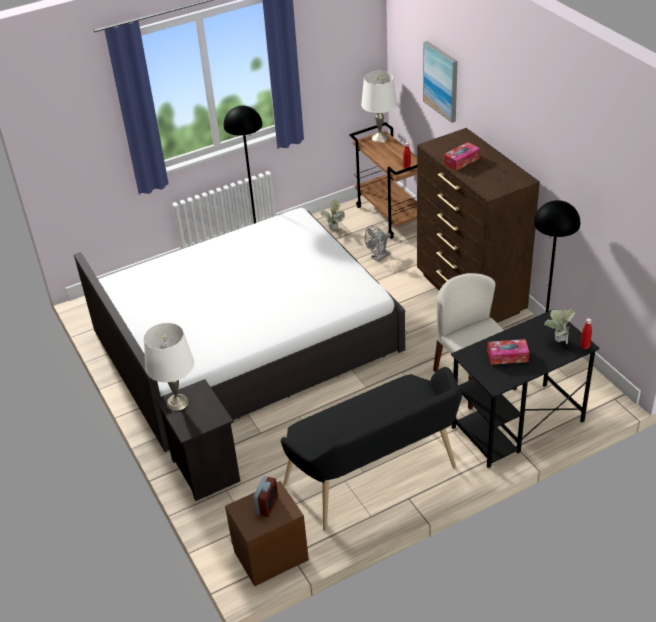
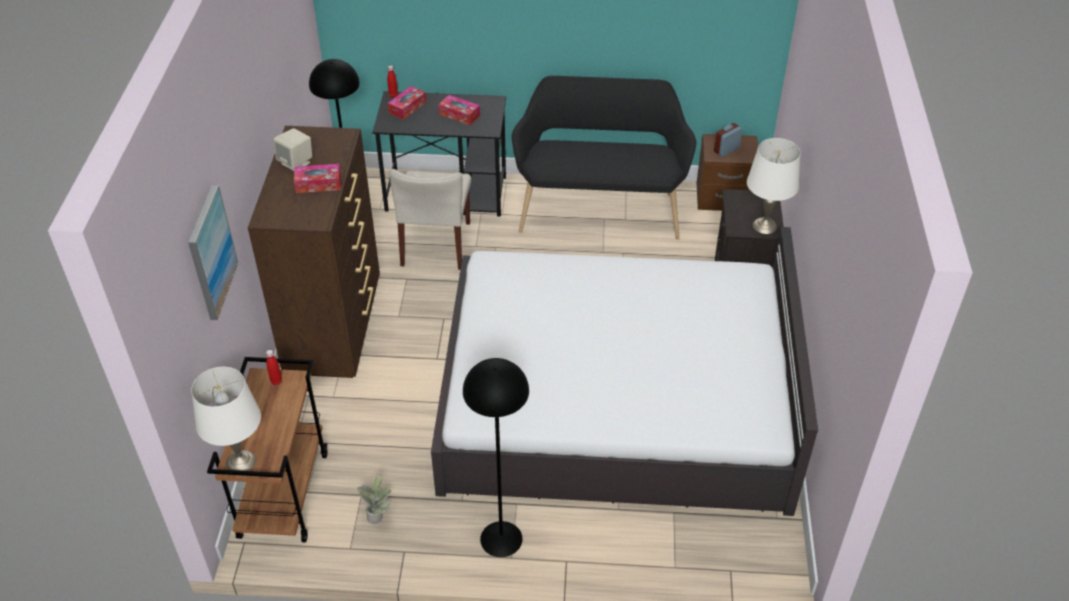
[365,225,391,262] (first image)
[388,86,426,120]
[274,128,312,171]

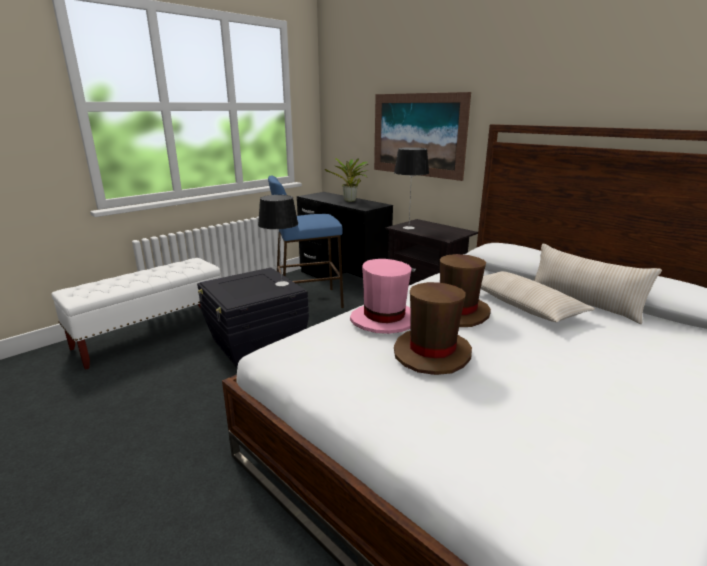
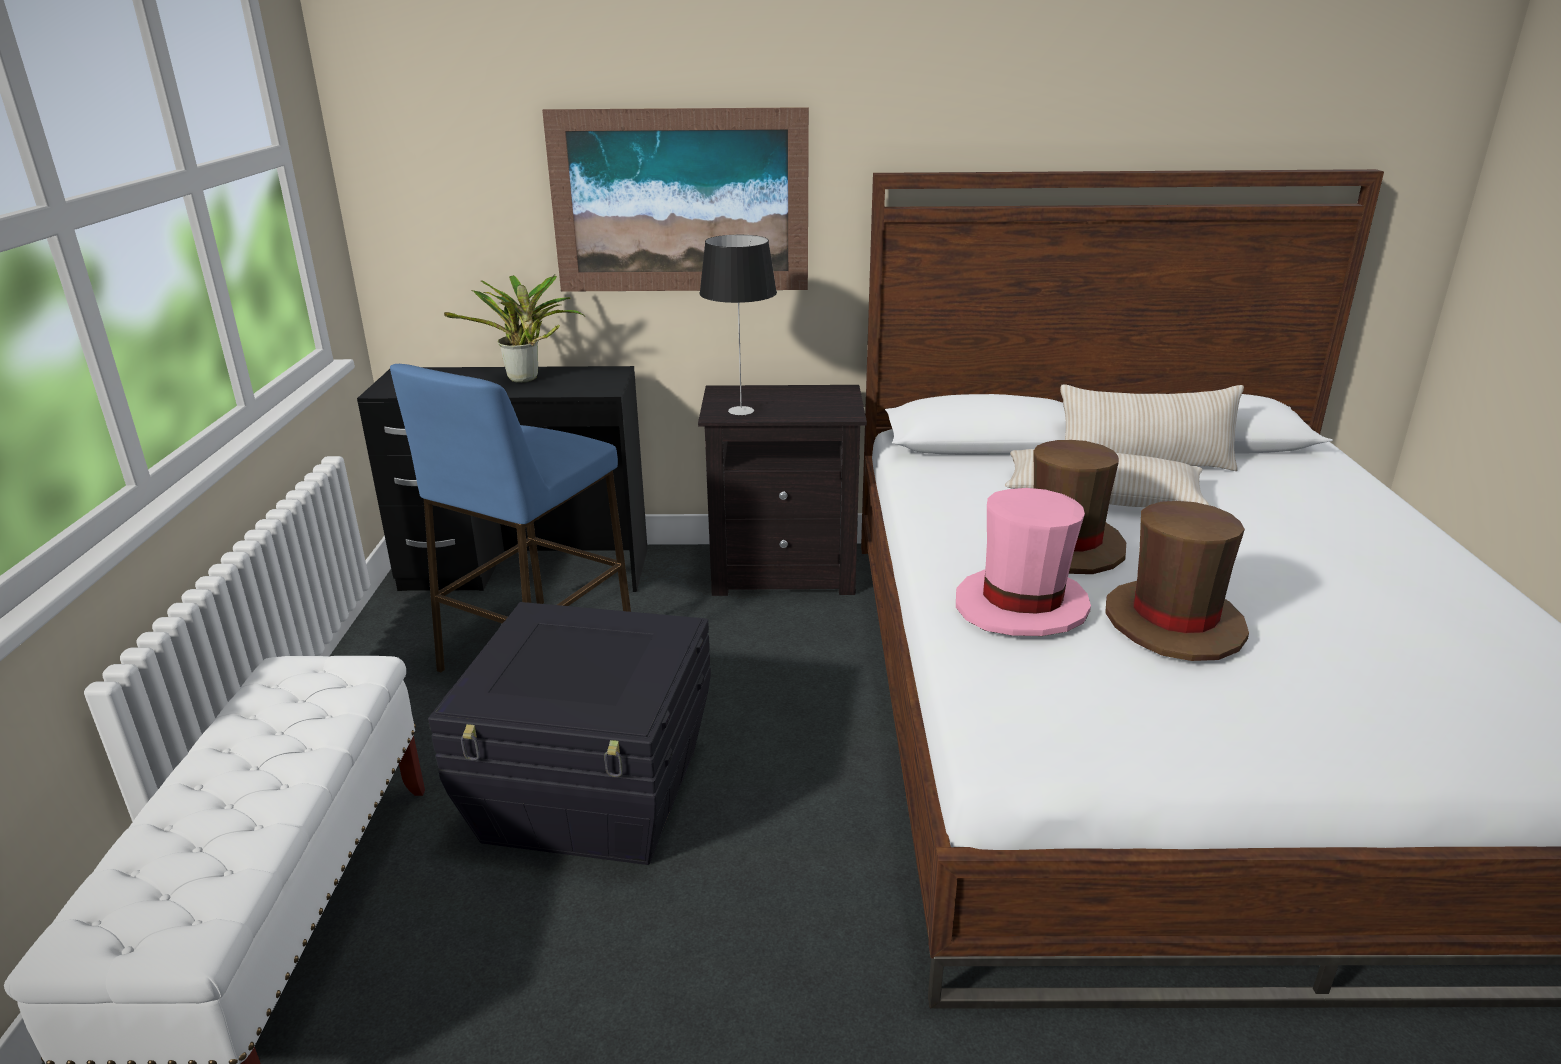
[258,195,298,286] (first image)

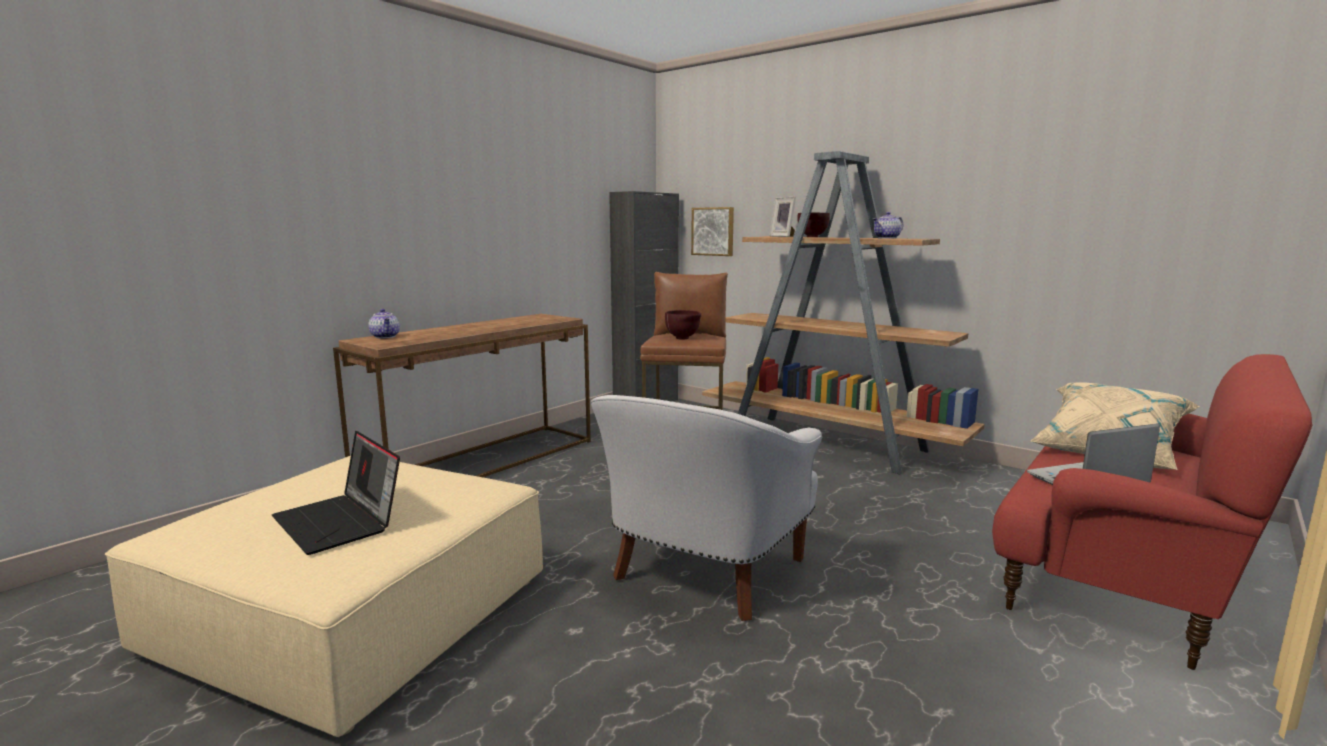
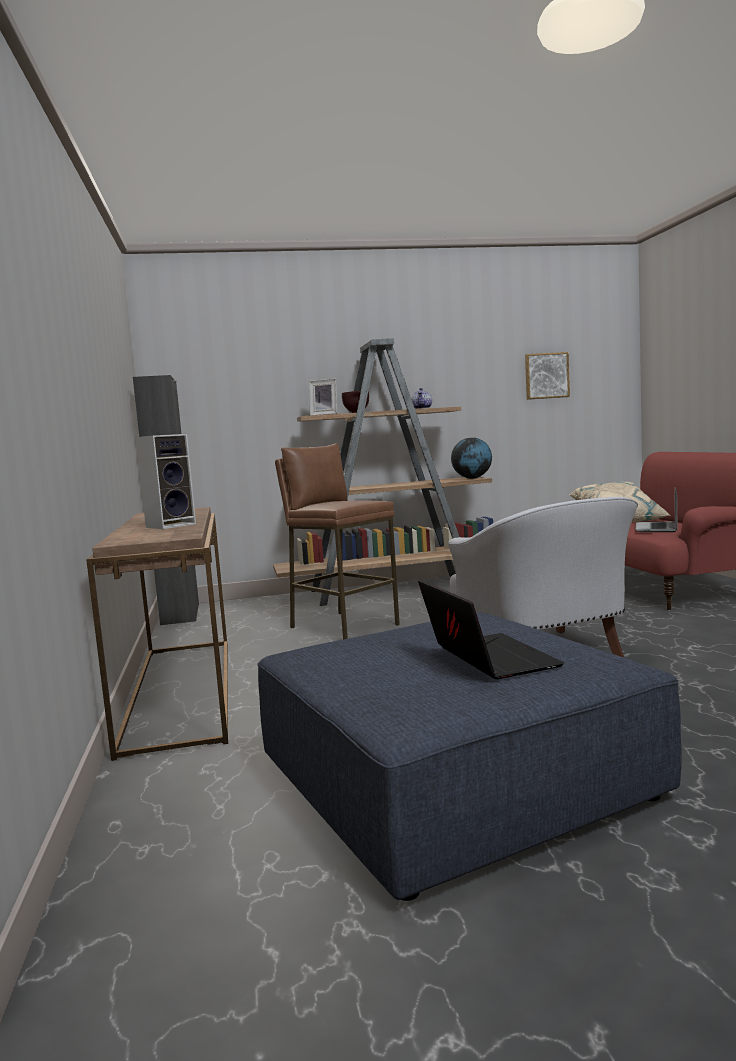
[258,612,681,901]
[418,580,564,680]
[369,309,400,338] (first image)
[665,310,701,340] (first image)
[525,352,570,400]
[136,434,196,529]
[451,438,492,479]

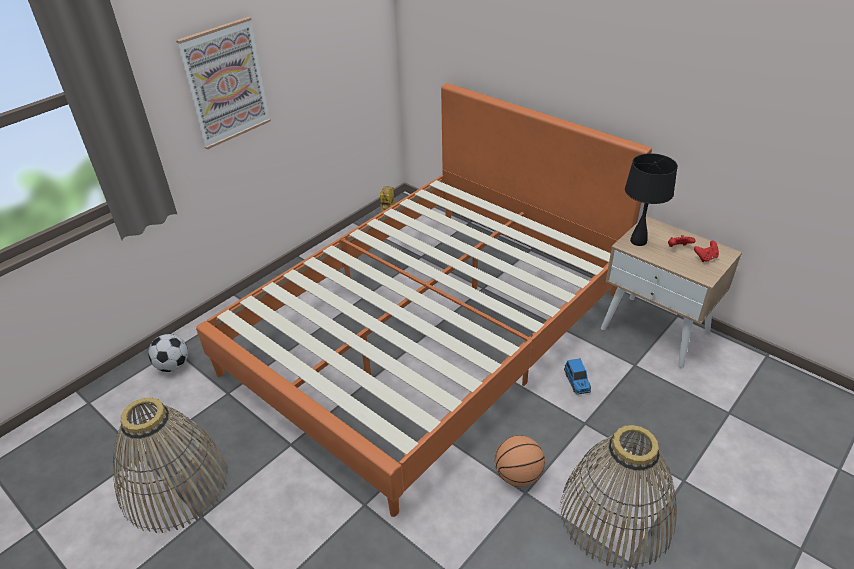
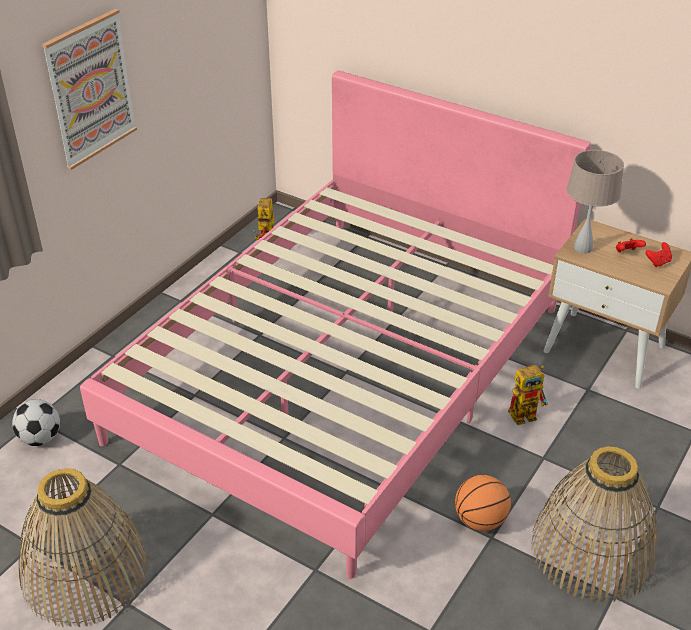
[80,70,591,579]
[508,365,548,425]
[567,150,624,254]

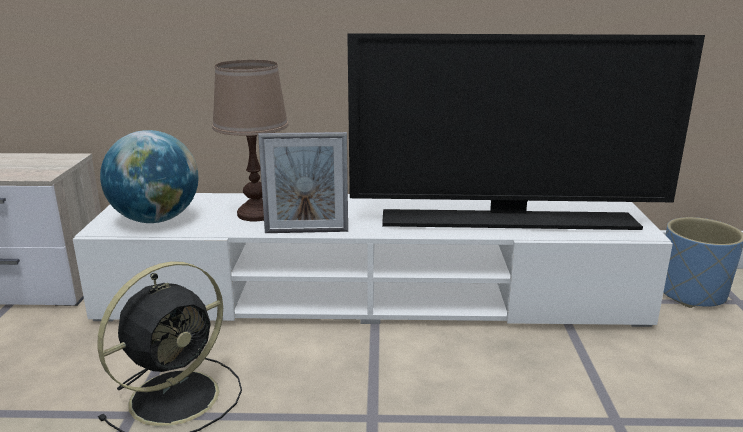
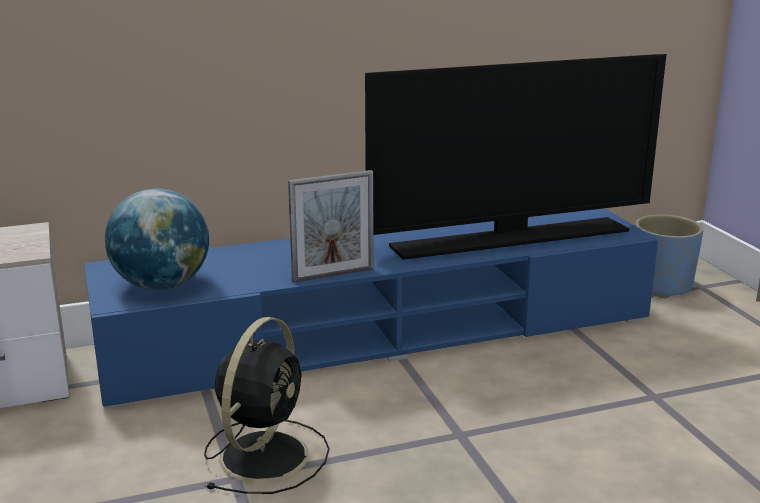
[84,208,658,409]
[212,60,289,221] (first image)

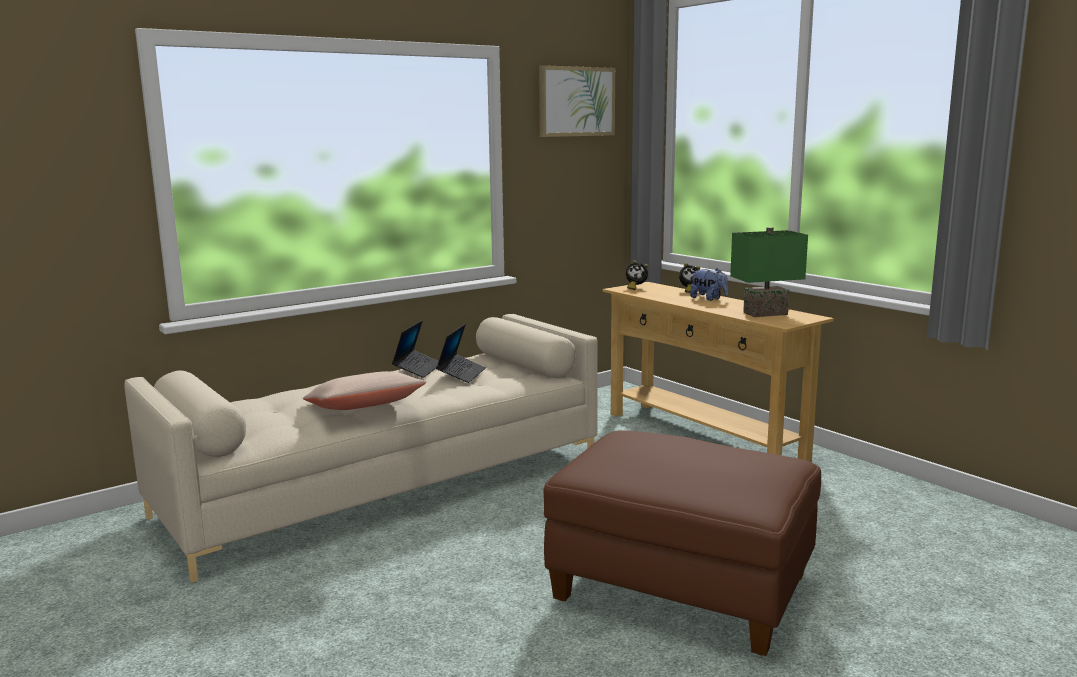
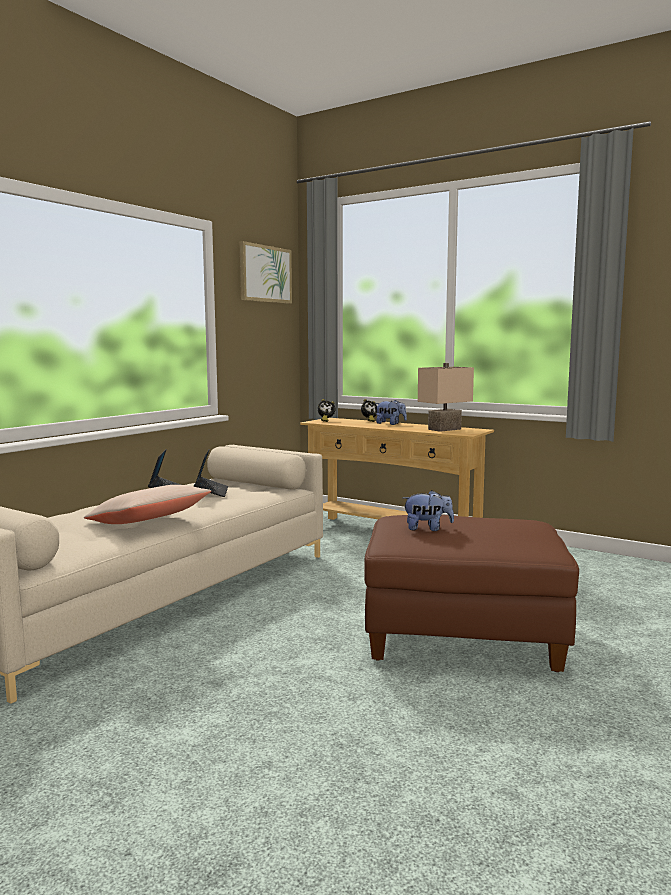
[418,363,474,432]
[403,490,454,531]

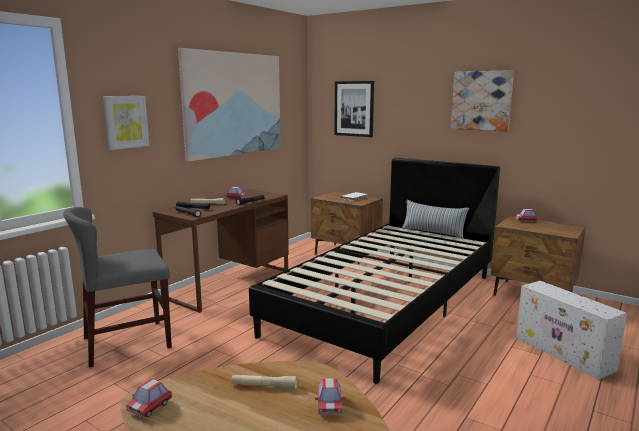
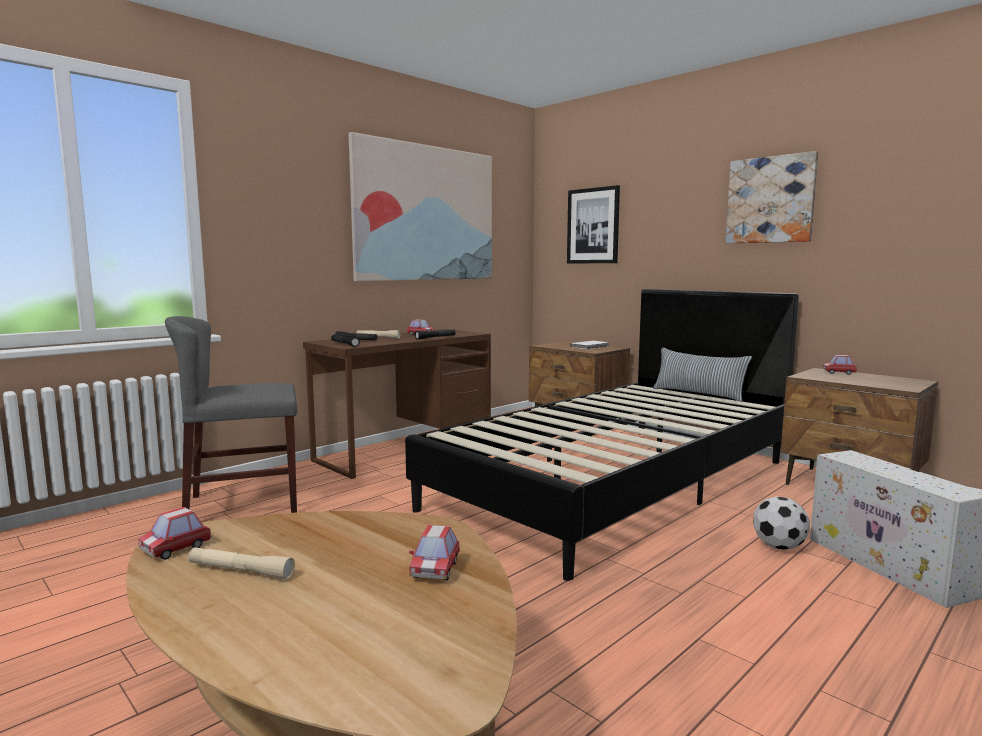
[103,96,150,150] (first image)
[188,547,295,580]
[753,497,810,550]

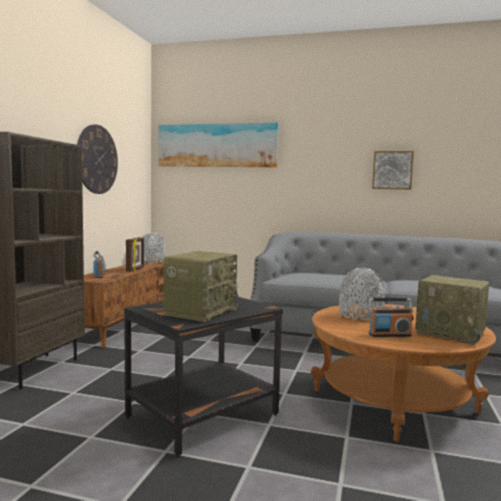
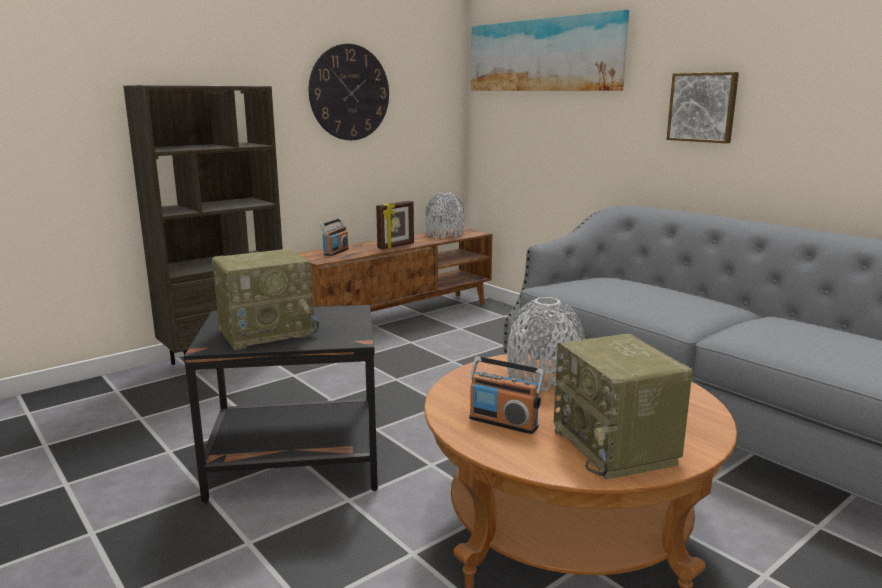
[667,72,739,143]

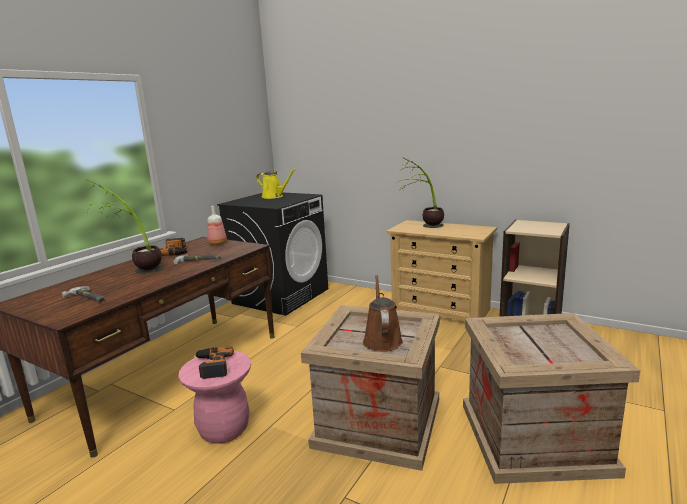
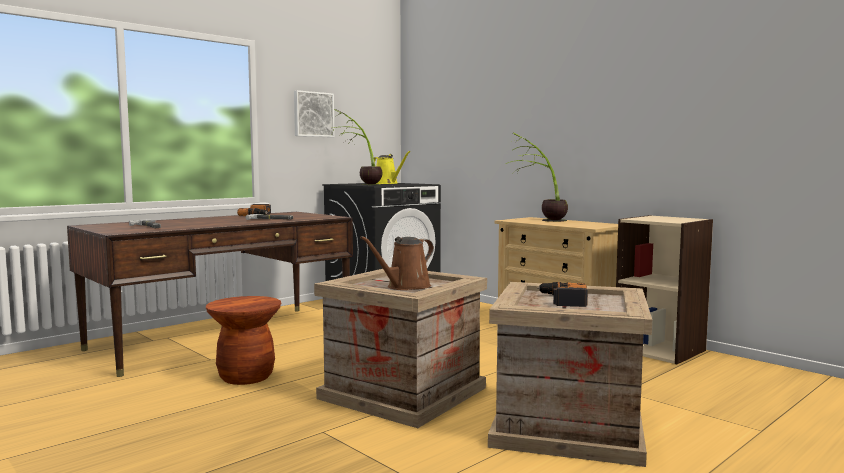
[334,109,382,185]
[206,296,281,385]
[537,282,588,307]
[207,206,227,245] (first image)
[360,236,434,290]
[294,90,335,137]

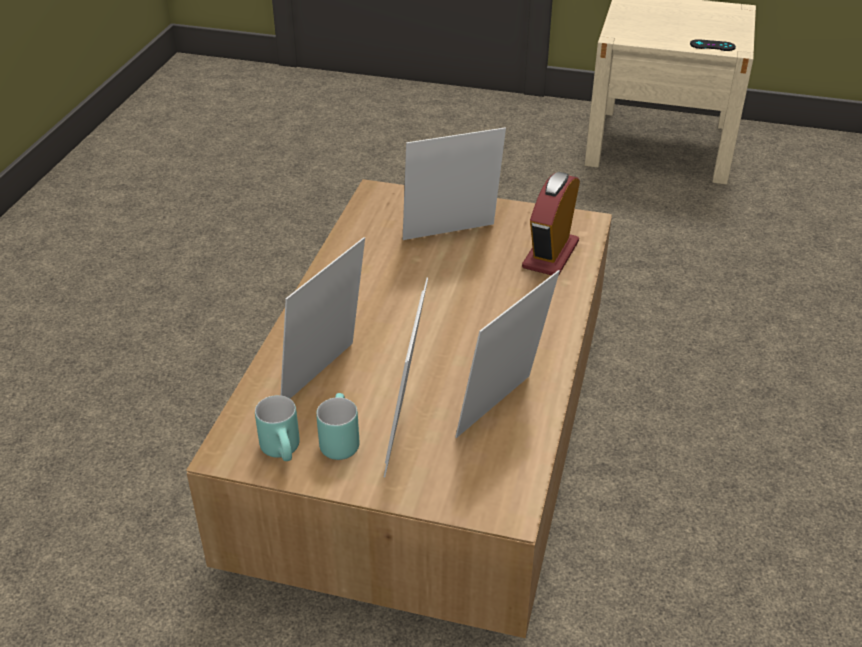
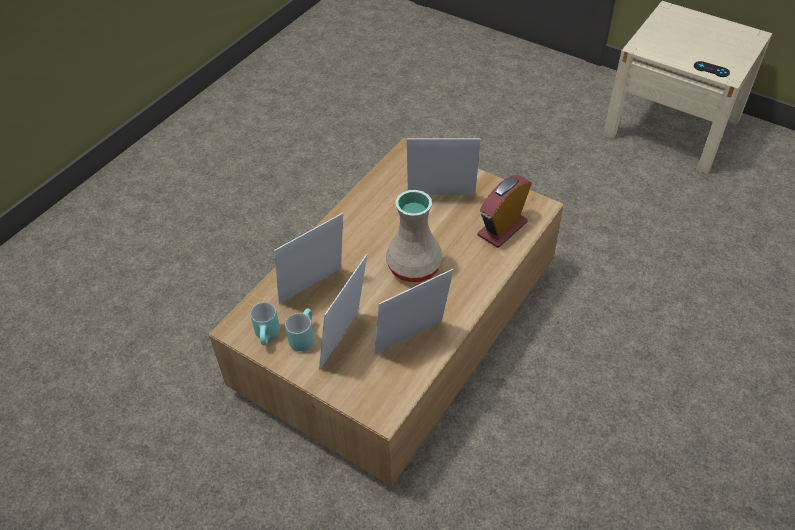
[386,190,443,282]

